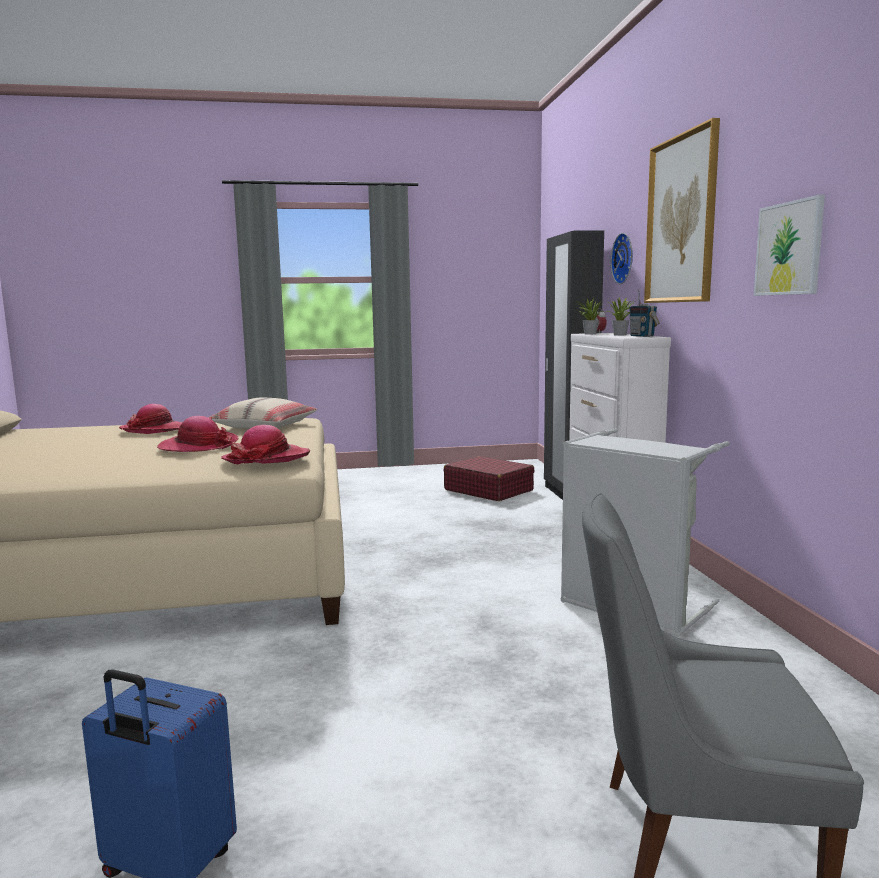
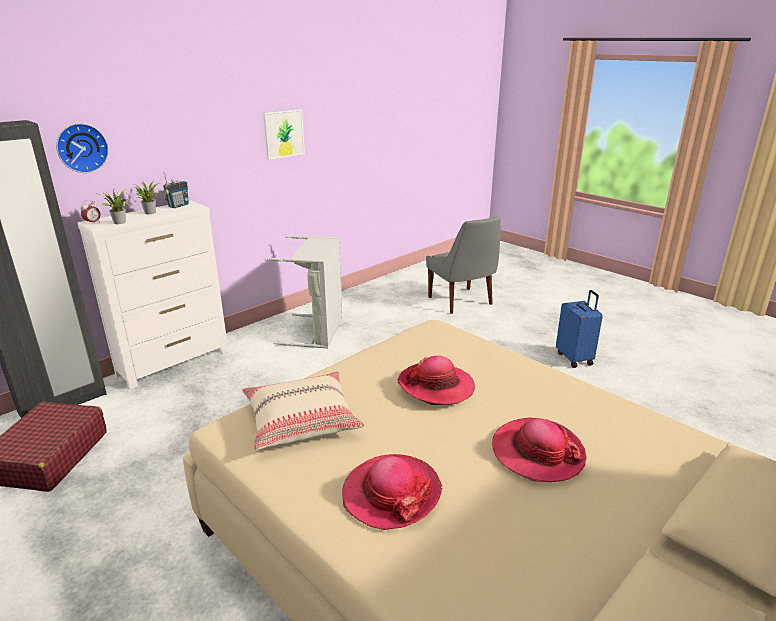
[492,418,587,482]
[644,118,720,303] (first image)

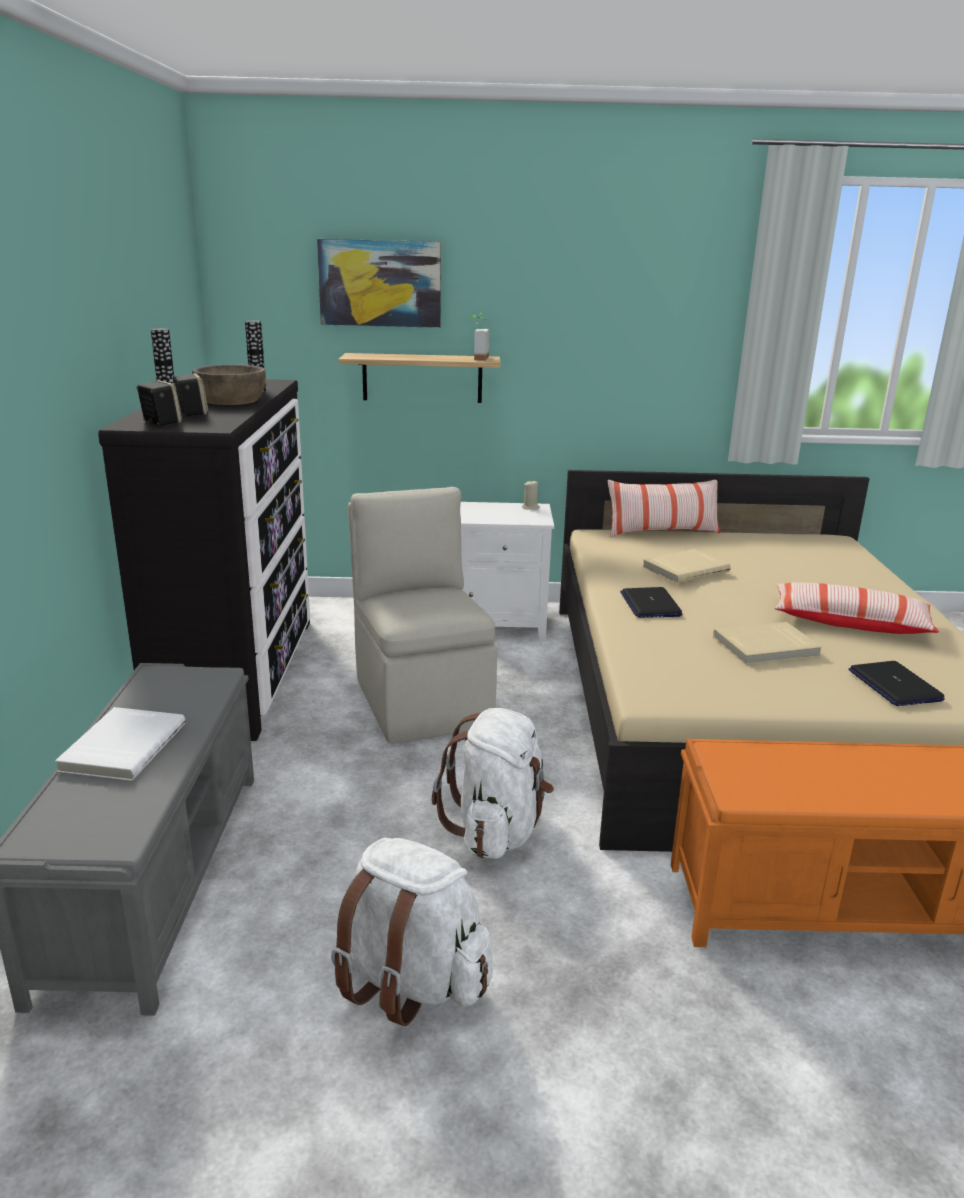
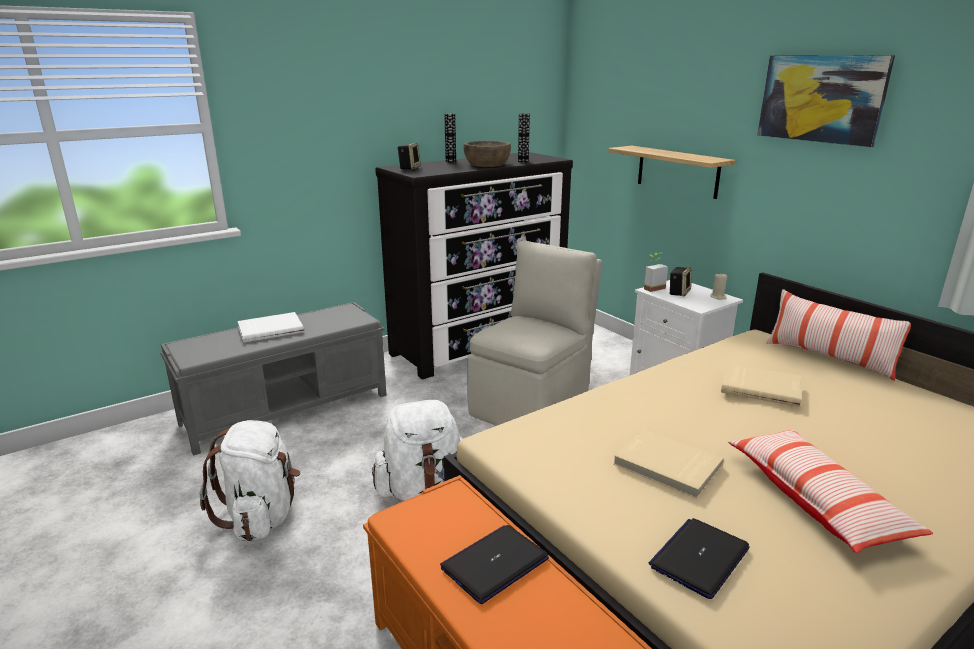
[669,267,692,296]
[757,55,895,147]
[644,253,668,292]
[440,525,549,604]

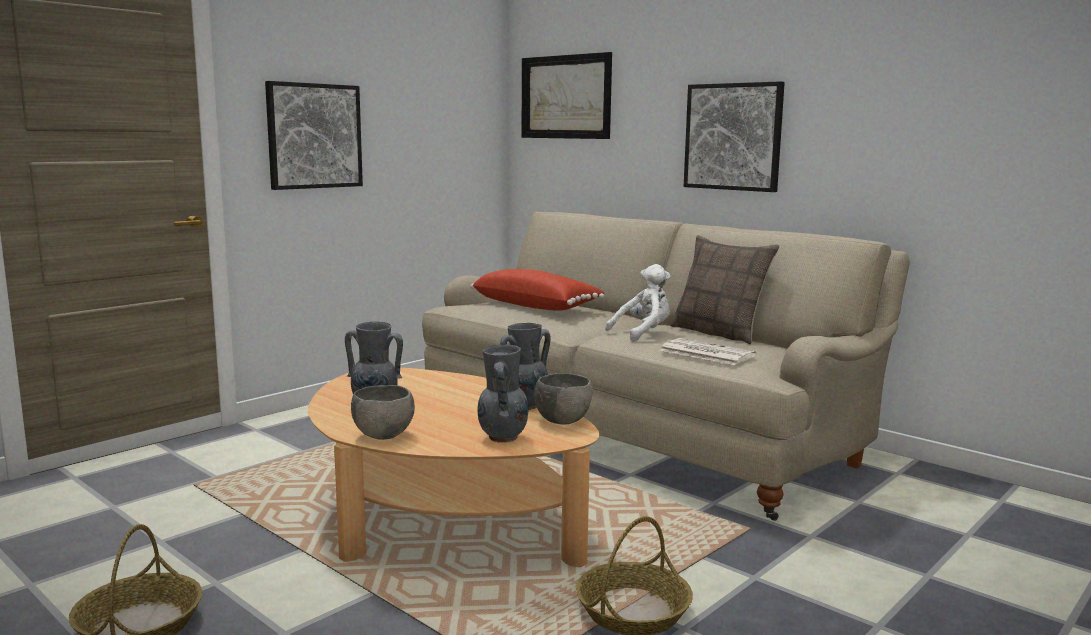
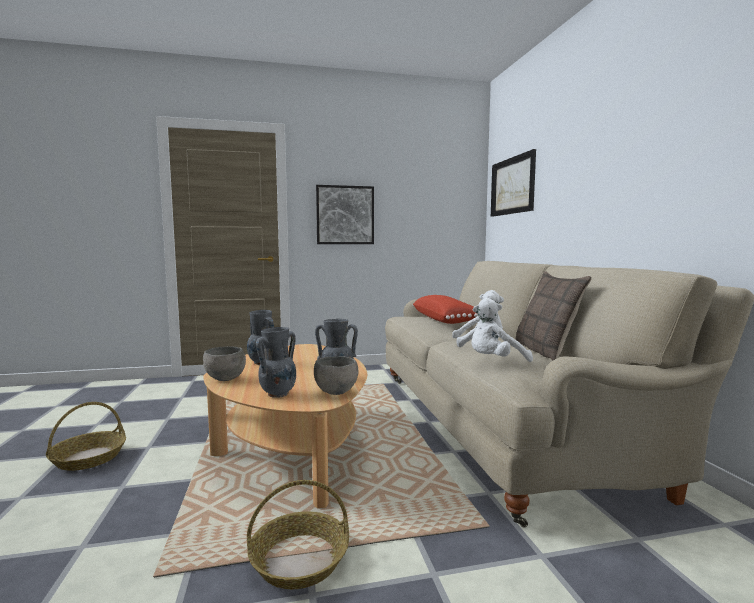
[471,298,533,362]
[684,81,785,192] (first image)

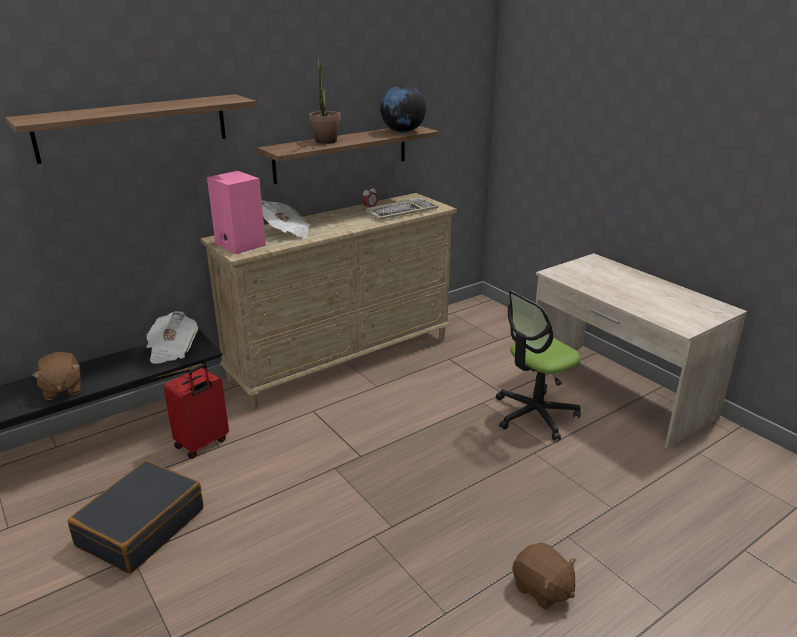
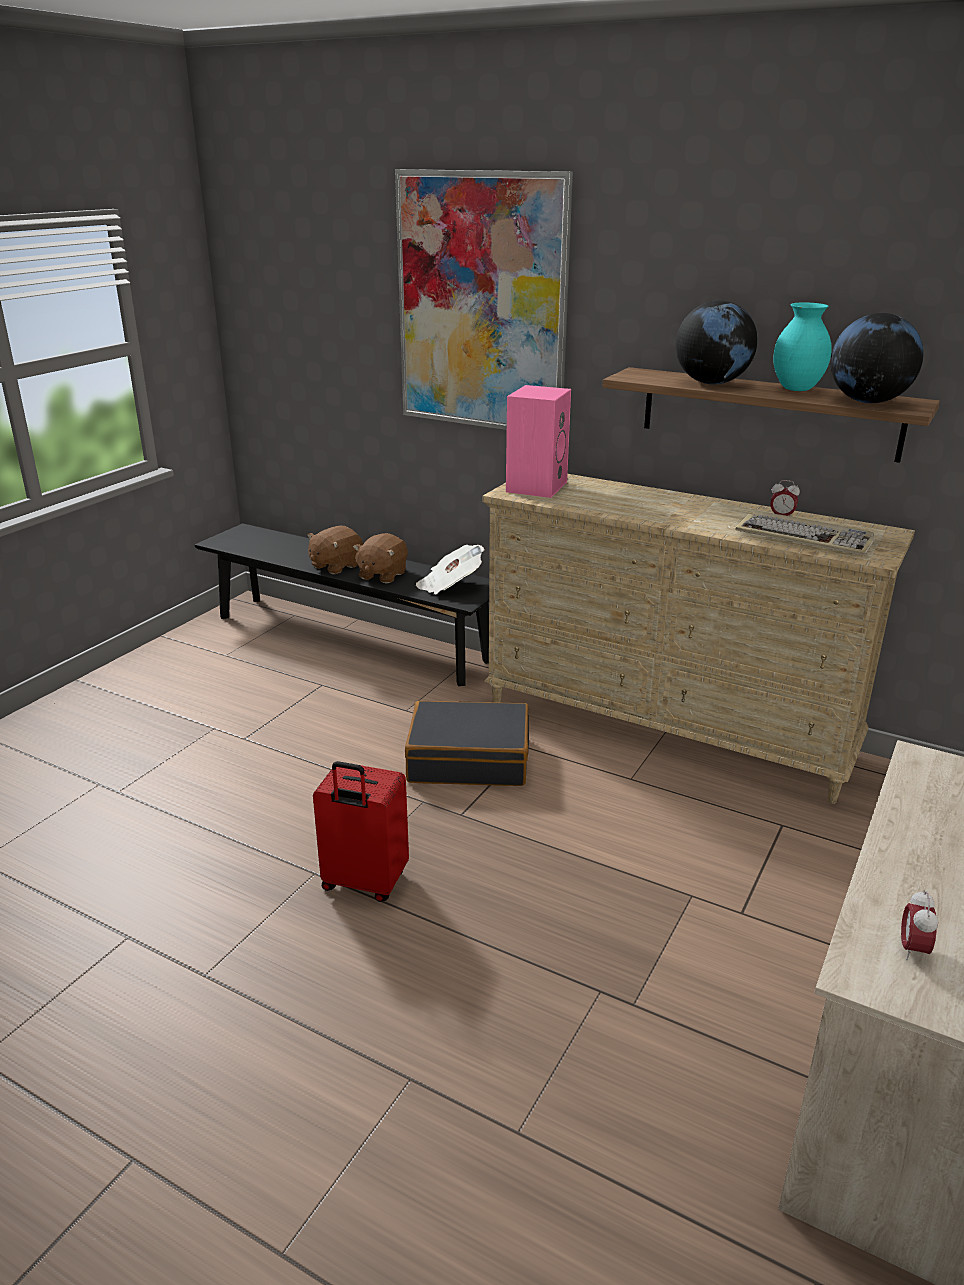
[395,169,573,430]
[405,701,529,786]
[313,761,409,902]
[262,201,311,238] (first image)
[676,300,758,384]
[496,291,581,441] (first image)
[353,533,408,583]
[773,303,832,391]
[901,890,938,960]

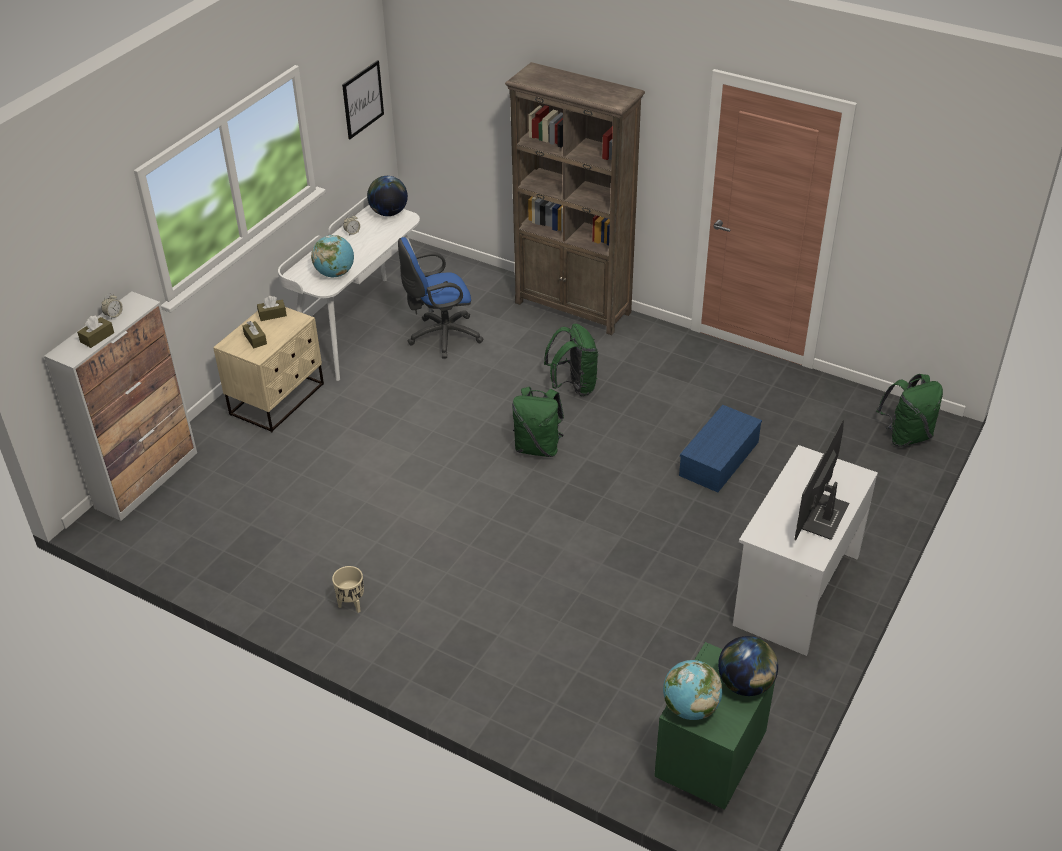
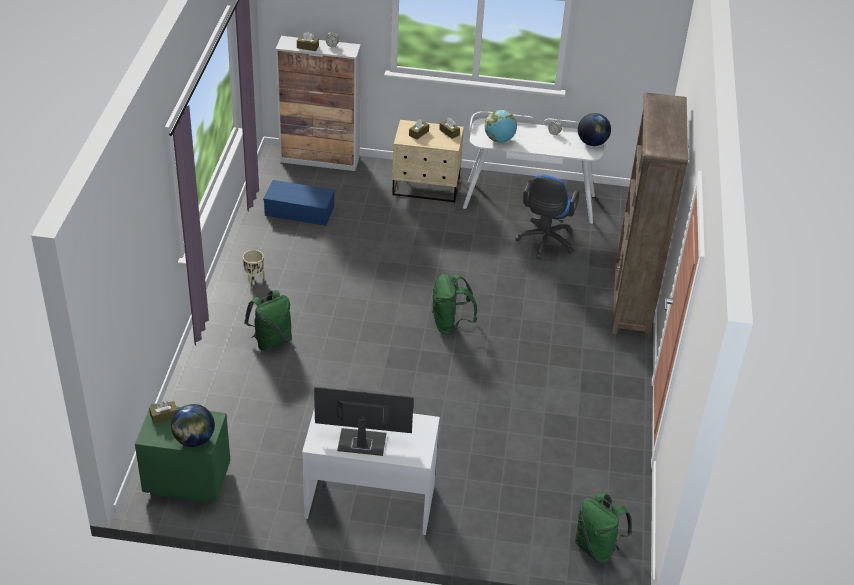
[342,60,384,139] (first image)
[515,174,579,259]
[244,290,292,351]
[149,401,177,424]
[263,180,335,226]

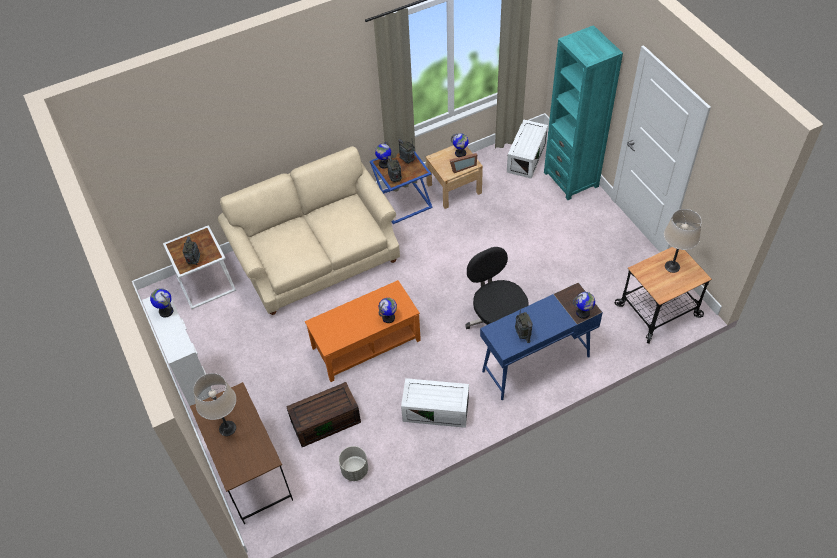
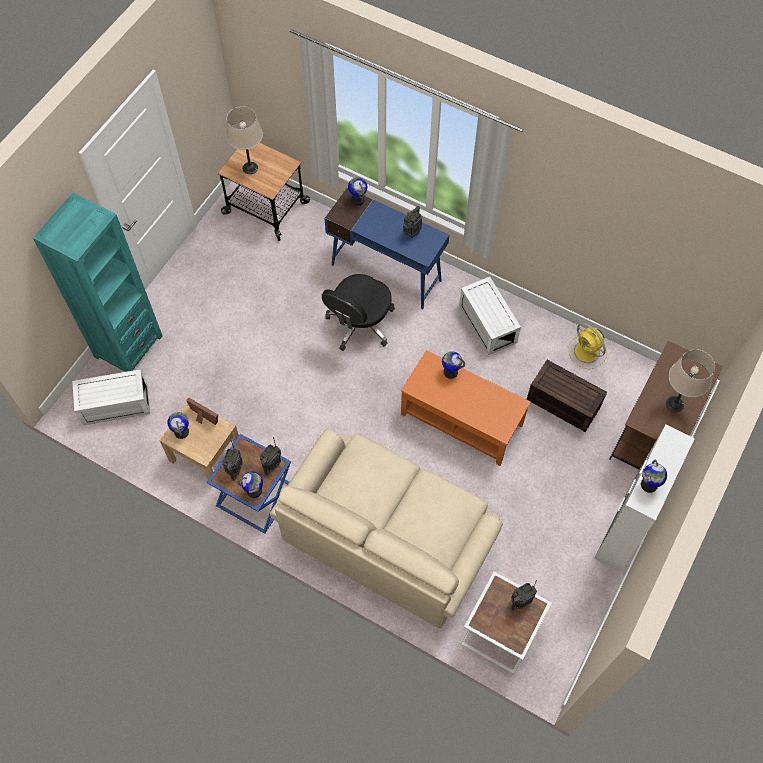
[568,323,607,369]

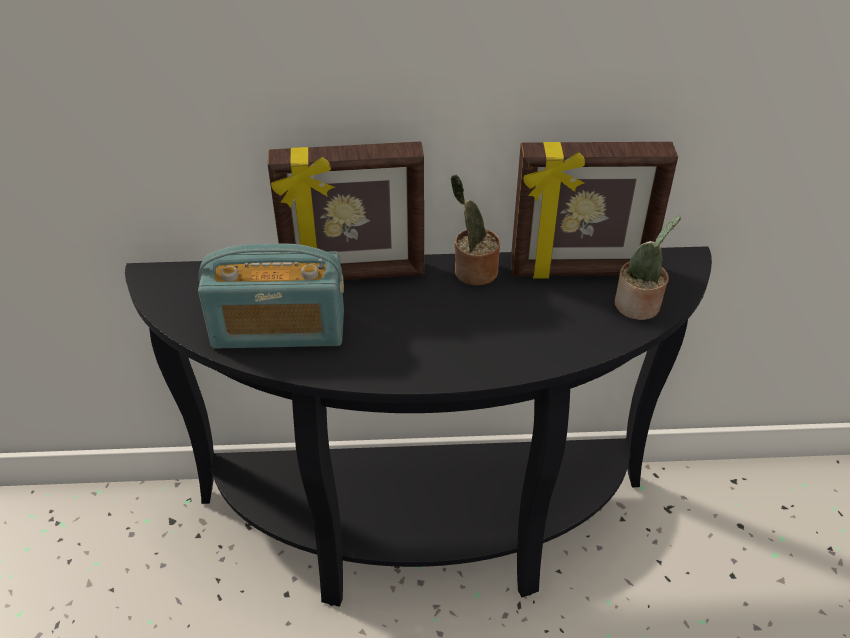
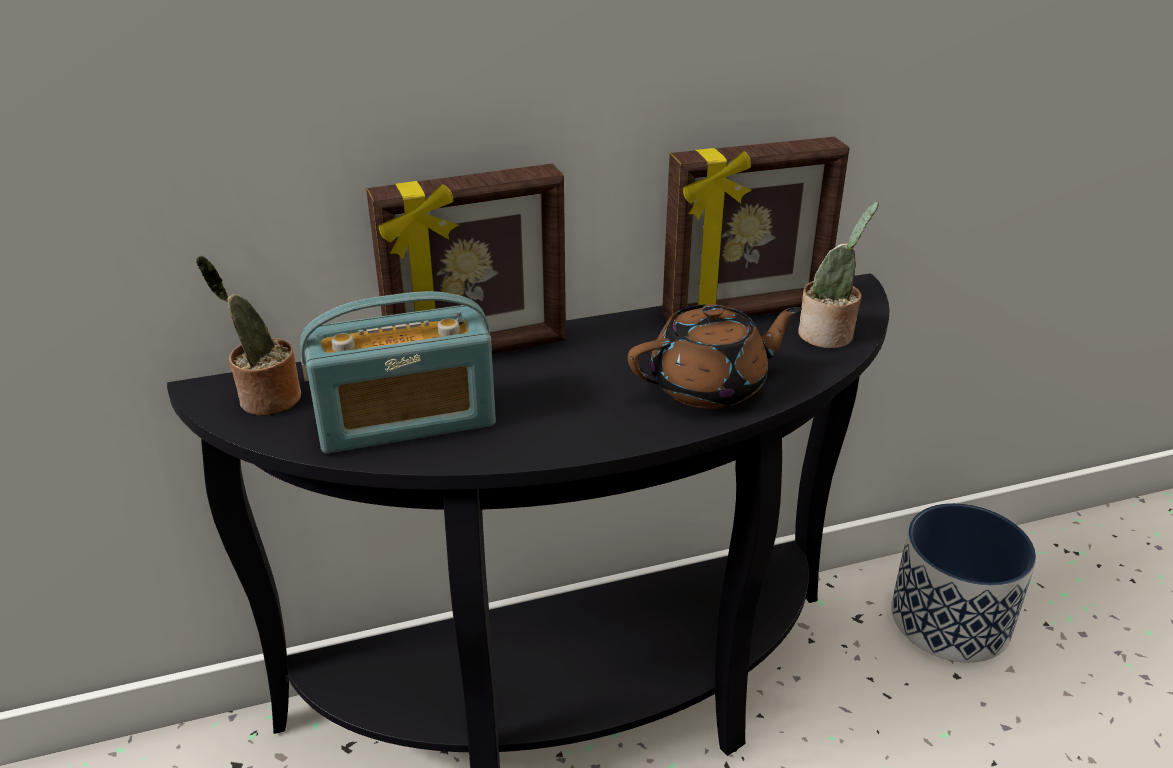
[196,256,301,415]
[628,304,802,409]
[891,503,1036,663]

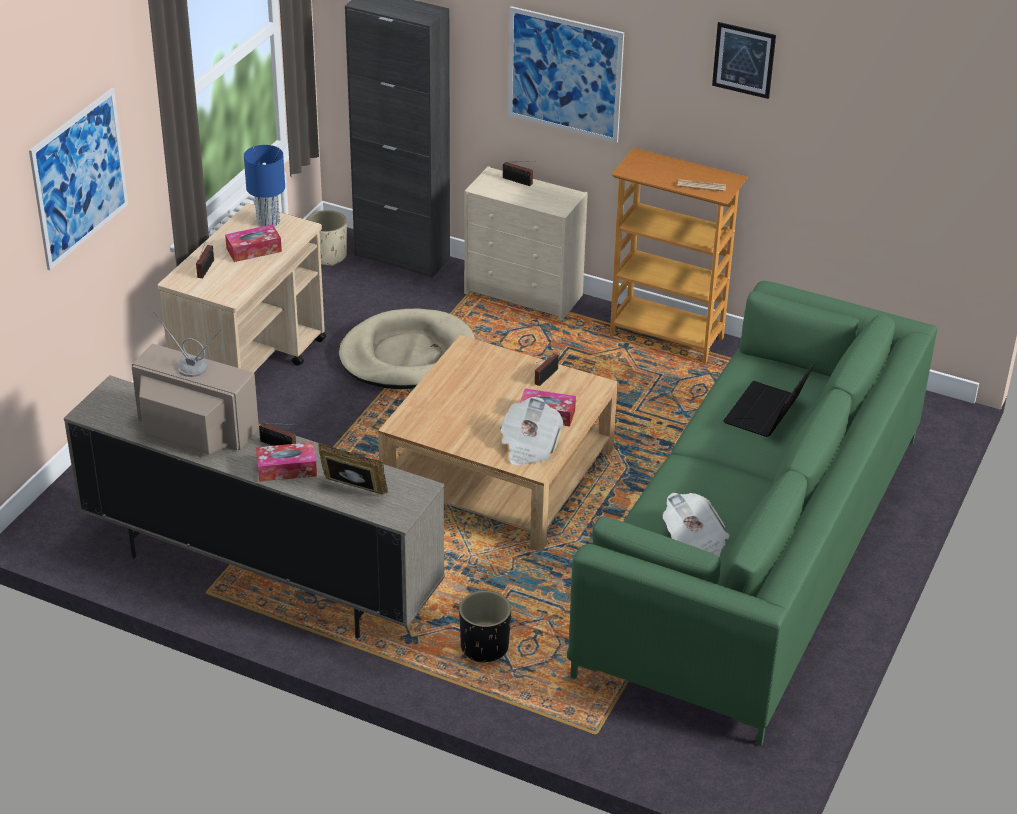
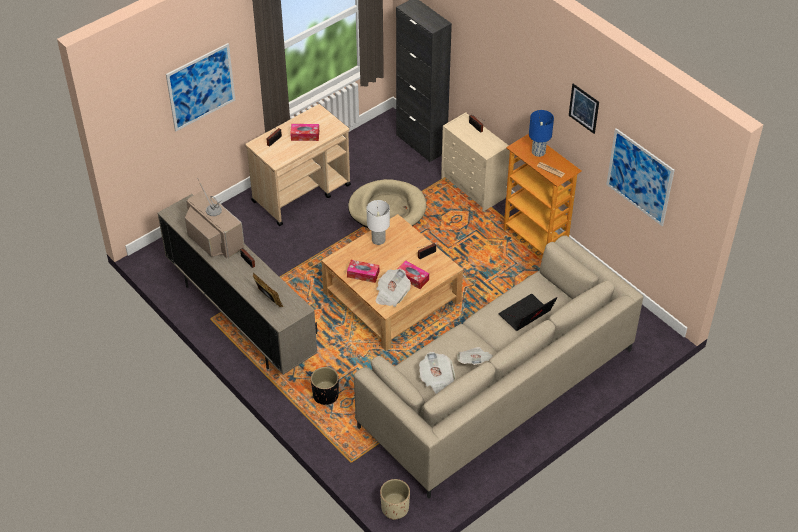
[529,110,554,157]
[347,260,379,283]
[380,479,410,520]
[606,128,675,226]
[354,235,643,499]
[367,200,390,245]
[457,347,493,365]

